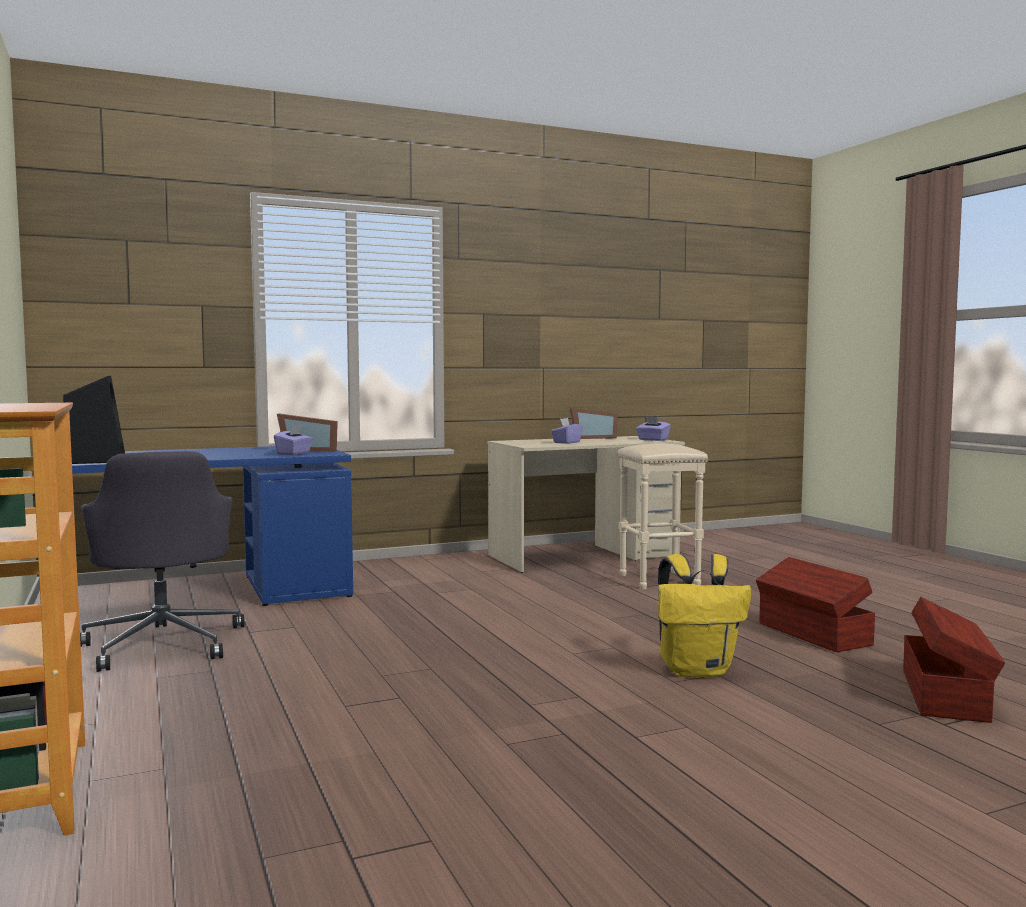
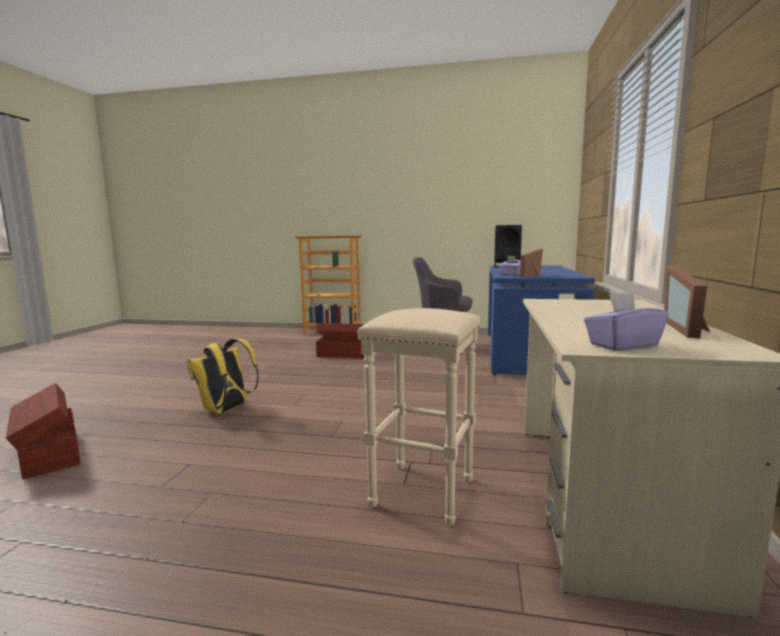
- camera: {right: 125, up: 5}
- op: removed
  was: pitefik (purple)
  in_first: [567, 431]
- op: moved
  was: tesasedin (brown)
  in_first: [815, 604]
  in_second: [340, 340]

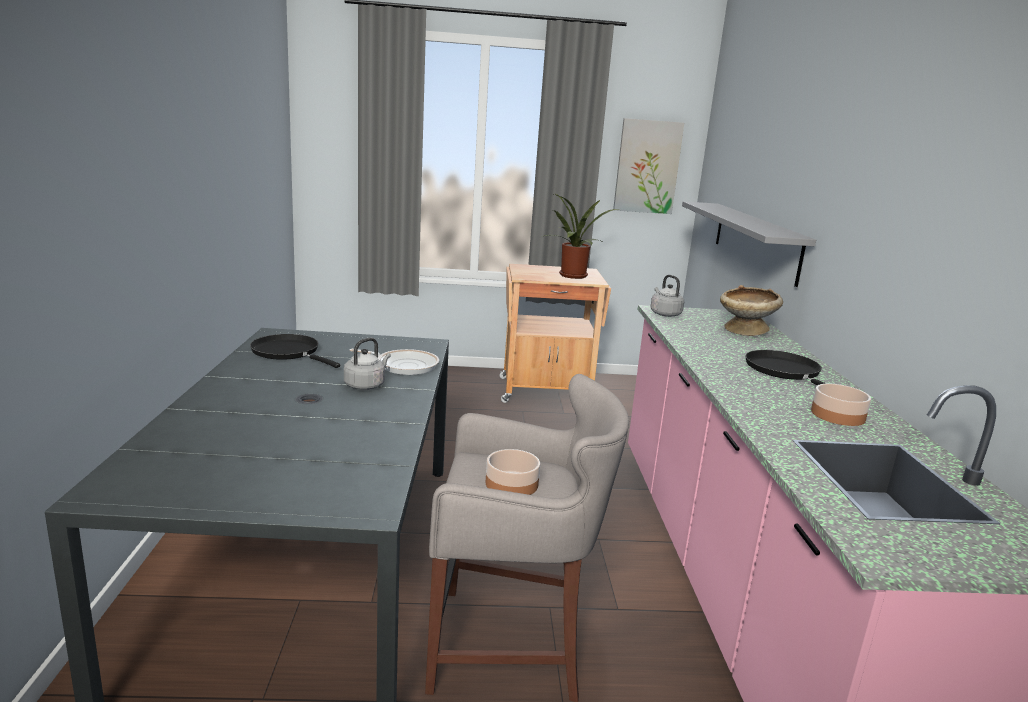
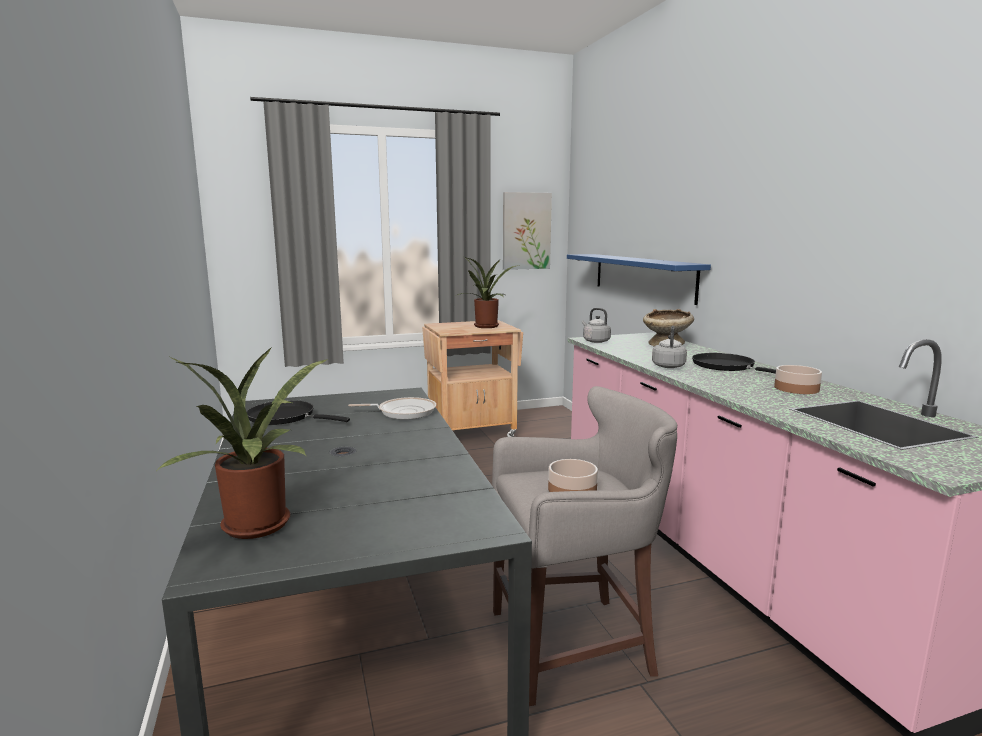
- camera: {right: -15, up: -5}
- op: added
  now: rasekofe
  in_second: [242, 443]
- op: moved
  was: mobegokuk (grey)
  in_first: [367, 364]
  in_second: [669, 347]
- op: recoloured
  was: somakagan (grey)
  now: somakagan (blue)
  in_first: [749, 244]
  in_second: [639, 279]

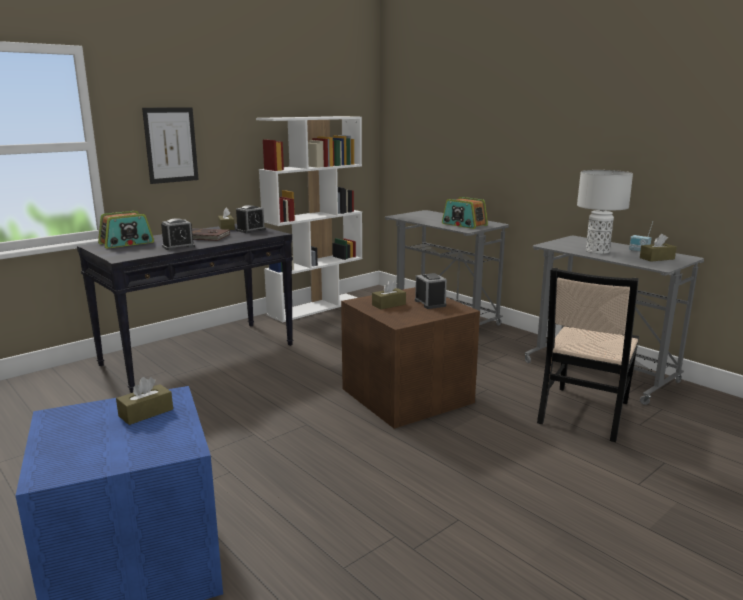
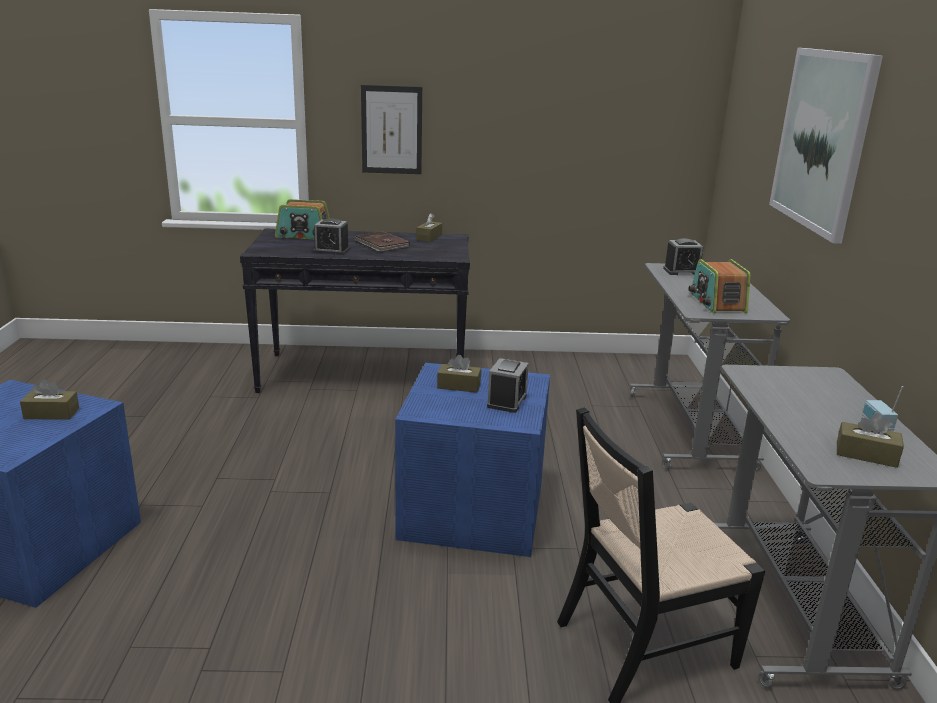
- camera: {right: 40, up: 5}
- op: removed
  was: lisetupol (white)
  in_first: [309, 219]
- op: removed
  was: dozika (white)
  in_first: [605, 212]
- op: added
  now: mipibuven
  in_second: [826, 146]
- op: moved
  was: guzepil
  in_first: [251, 219]
  in_second: [683, 256]
- op: recoloured
  was: tesasedin (brown)
  now: tesasedin (blue)
  in_first: [410, 358]
  in_second: [472, 460]

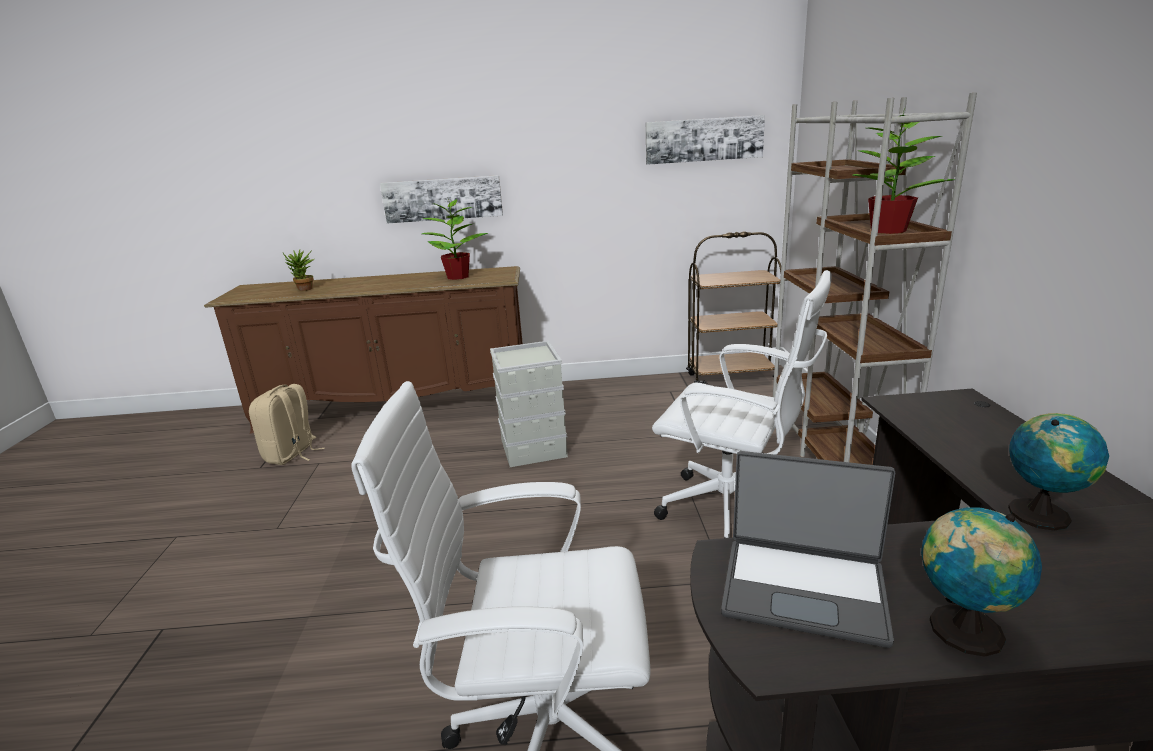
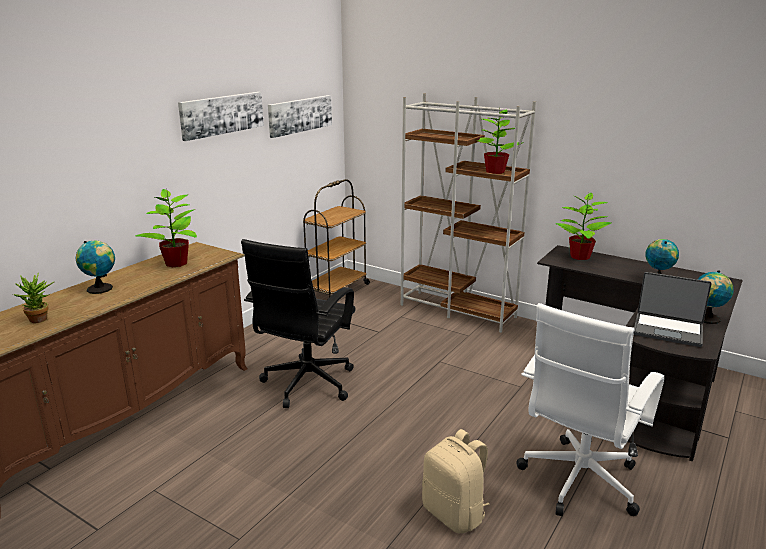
- camera: {right: -55, up: 0}
- op: removed
  was: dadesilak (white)
  in_first: [742, 404]
- op: added
  now: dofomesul
  in_second: [95, 267]
- op: added
  now: rasekofe
  in_second: [583, 226]
- op: moved
  was: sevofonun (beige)
  in_first: [287, 424]
  in_second: [456, 481]
- op: moved
  was: mipibuven
  in_first: [441, 199]
  in_second: [221, 116]
- op: replaced
  was: tesasedin (grey)
  now: dadesilak (black)
  in_first: [529, 404]
  in_second: [298, 323]
- op: turned
  was: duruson
  in_first: [808, 549]
  in_second: [672, 309]
  clockwise: 60

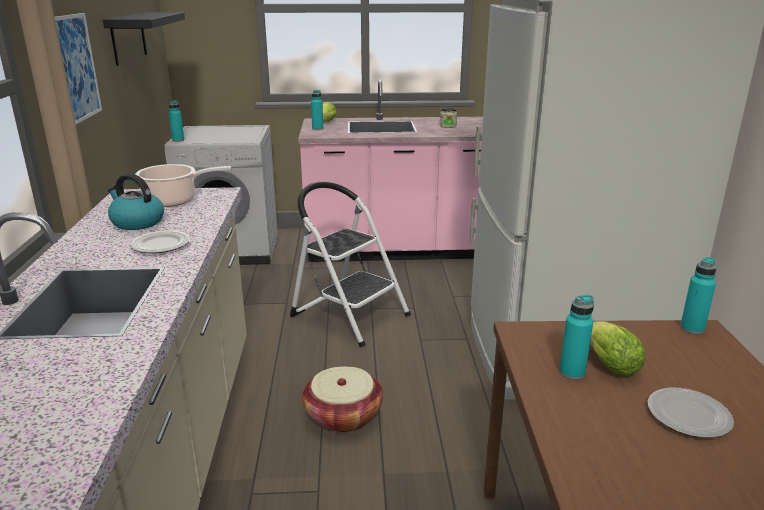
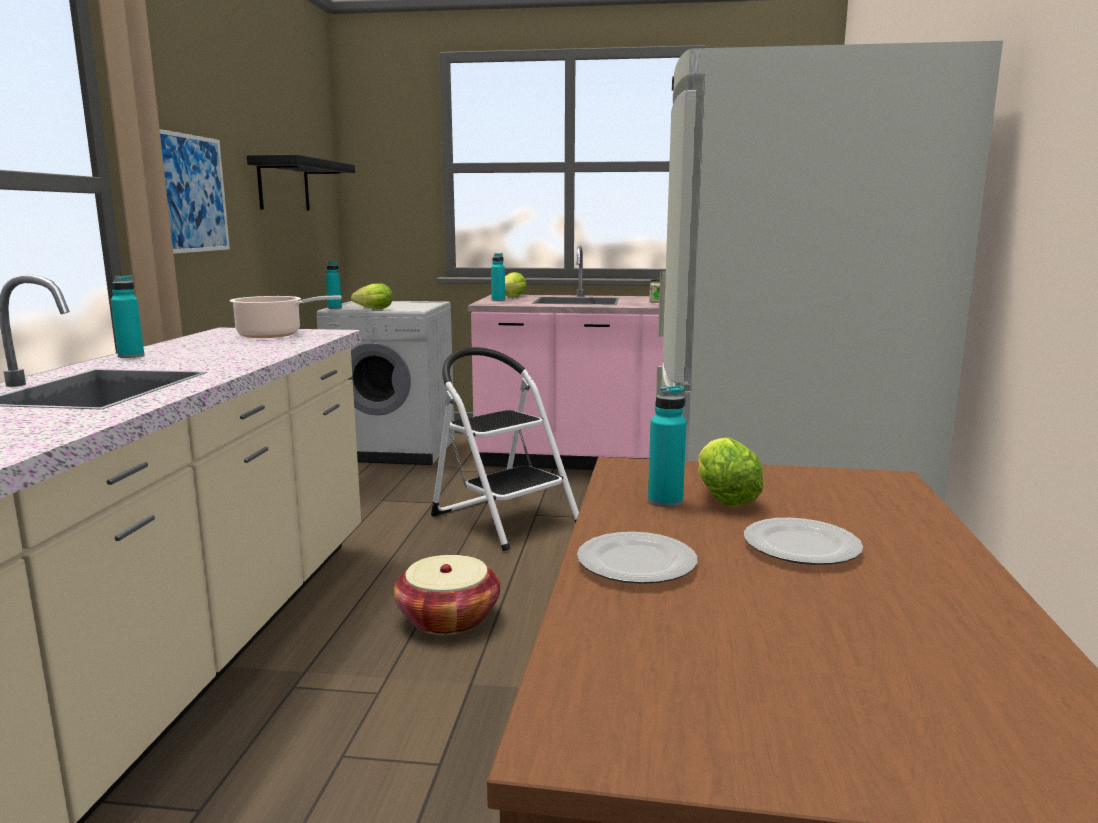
- camera: {right: 10, up: -10}
- op: removed
  was: mobegokuk
  in_first: [136, 202]
- op: added
  now: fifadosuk
  in_second: [372, 296]
- op: moved
  was: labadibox
  in_first: [160, 242]
  in_second: [637, 558]
- op: moved
  was: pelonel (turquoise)
  in_first: [698, 295]
  in_second: [127, 316]

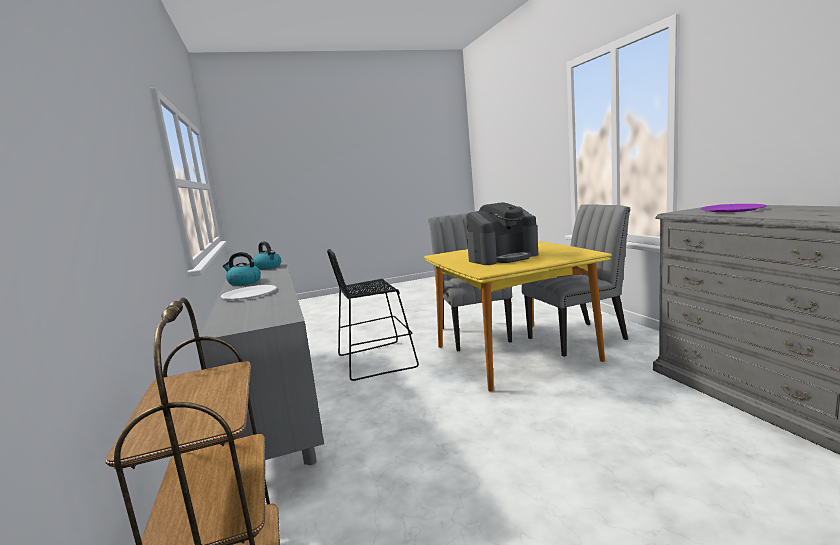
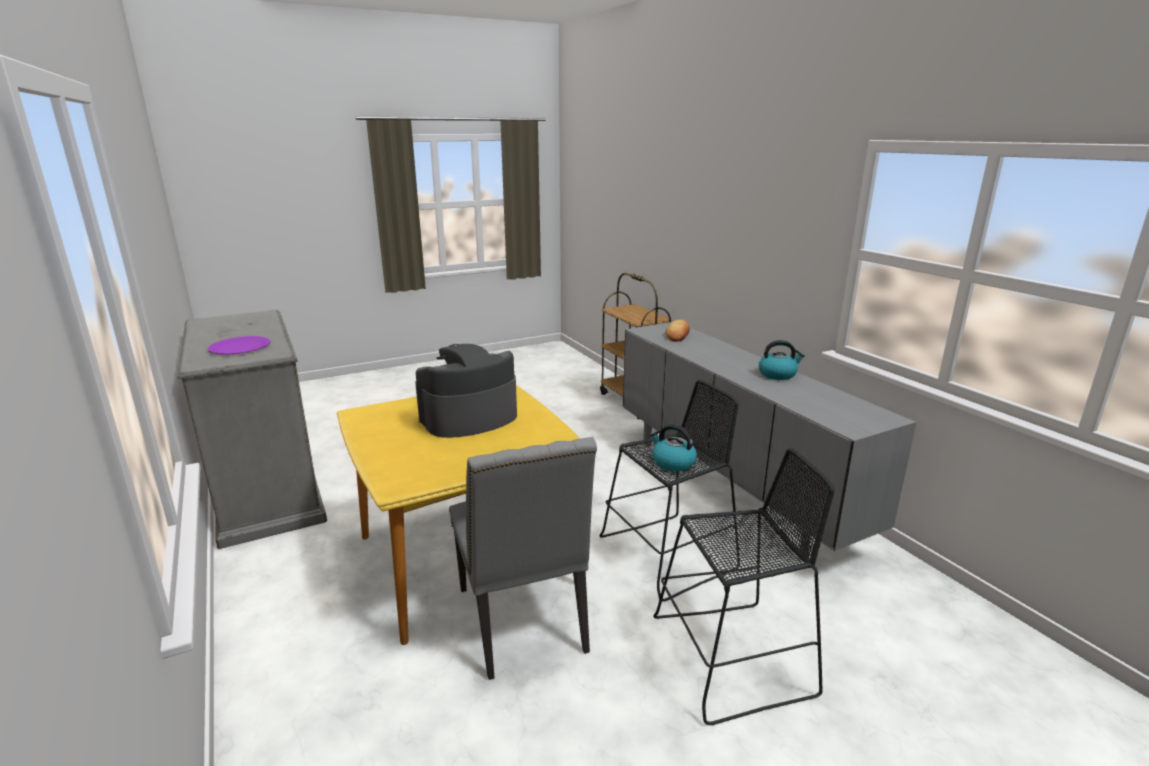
- camera: {right: 170, up: 10}
- op: removed
  was: labadibox (white)
  in_first: [249, 292]
- op: removed
  was: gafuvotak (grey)
  in_first: [576, 280]
- op: added
  now: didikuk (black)
  in_second: [743, 586]
- op: added
  now: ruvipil
  in_second: [678, 331]
- op: moved
  was: mobegokuk
  in_first: [267, 255]
  in_second: [673, 448]

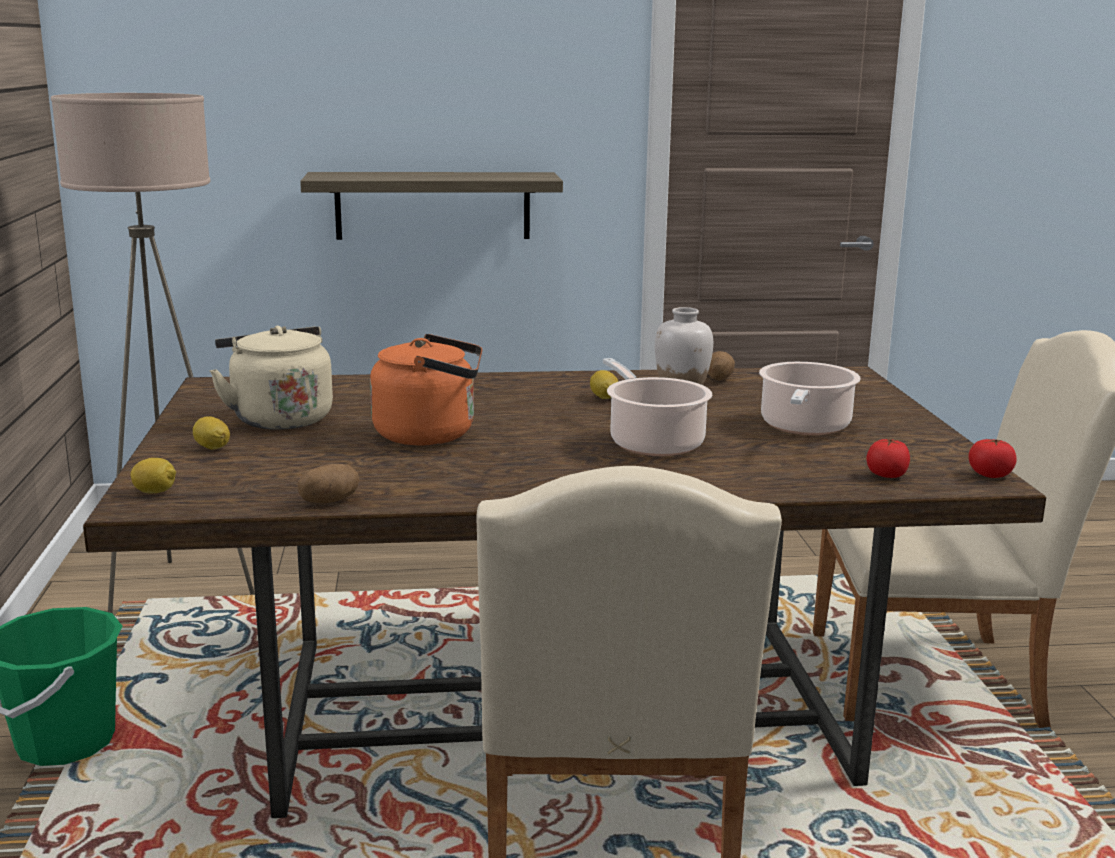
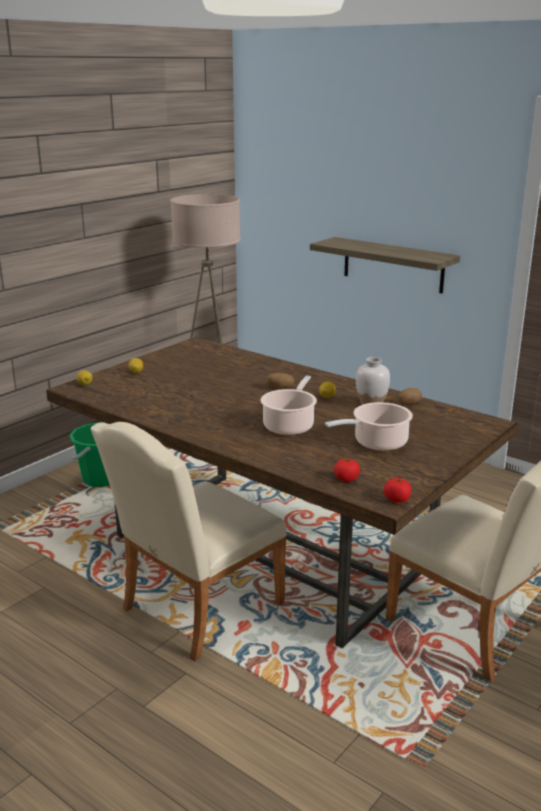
- camera: {right: 45, up: 5}
- op: removed
  was: mobegokuk (beige)
  in_first: [271, 378]
- op: removed
  was: mobegokuk (orange)
  in_first: [426, 389]
- op: moved
  was: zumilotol
  in_first: [328, 484]
  in_second: [280, 381]

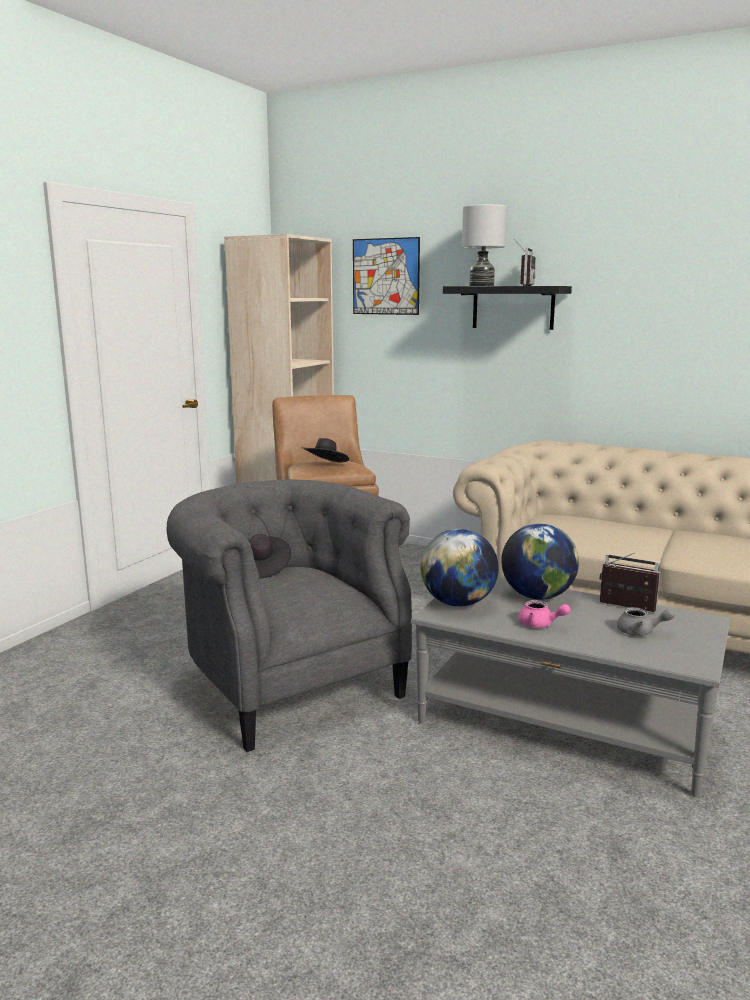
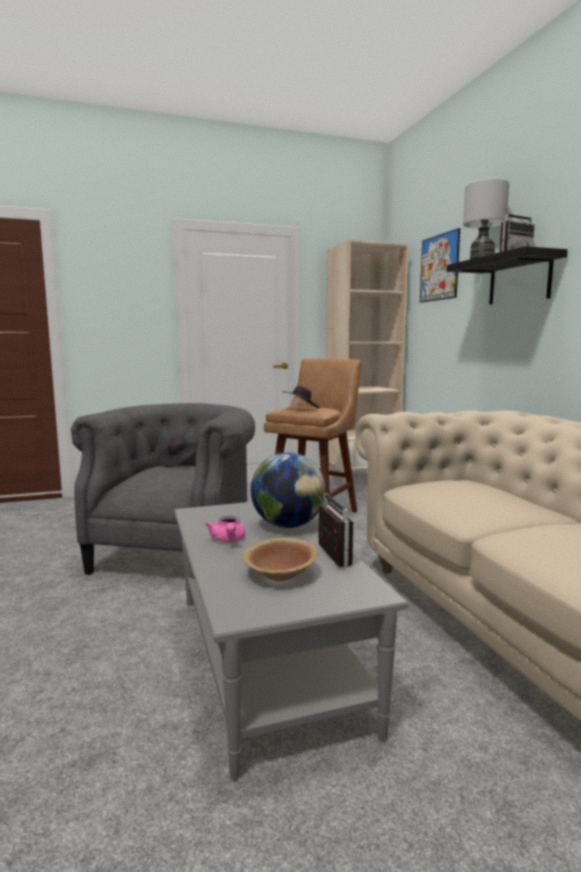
- camera: {right: 45, up: -5}
- op: removed
  was: dofomesul
  in_first: [460, 568]
- op: replaced
  was: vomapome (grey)
  now: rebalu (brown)
  in_first: [646, 621]
  in_second: [280, 559]

